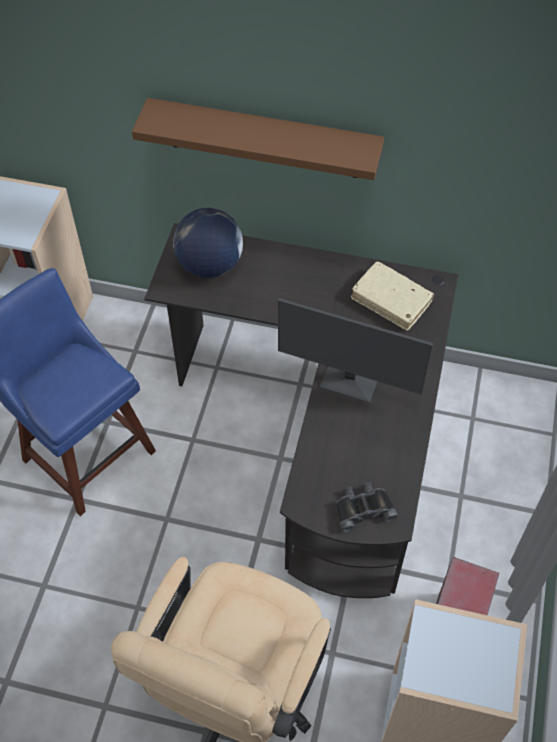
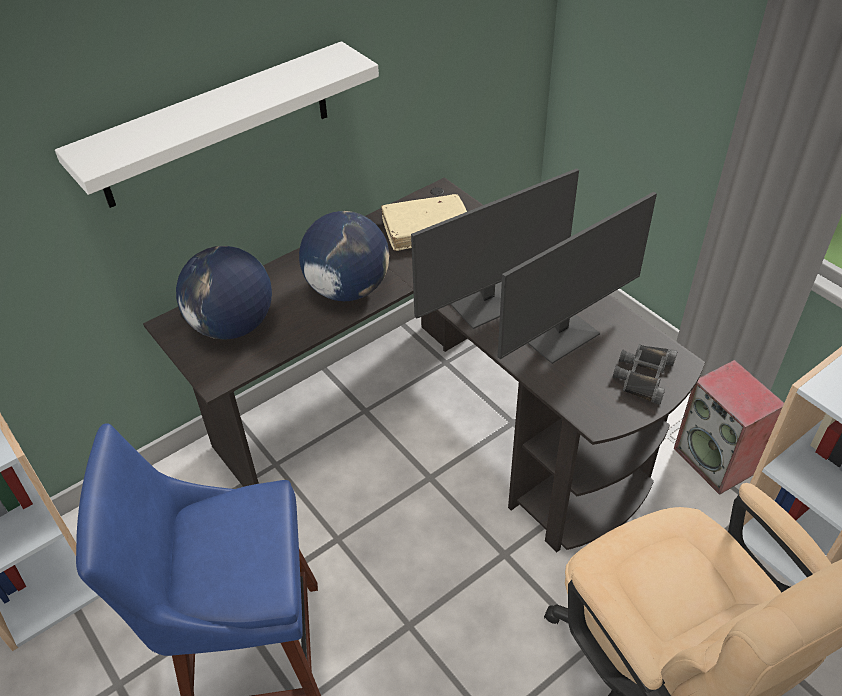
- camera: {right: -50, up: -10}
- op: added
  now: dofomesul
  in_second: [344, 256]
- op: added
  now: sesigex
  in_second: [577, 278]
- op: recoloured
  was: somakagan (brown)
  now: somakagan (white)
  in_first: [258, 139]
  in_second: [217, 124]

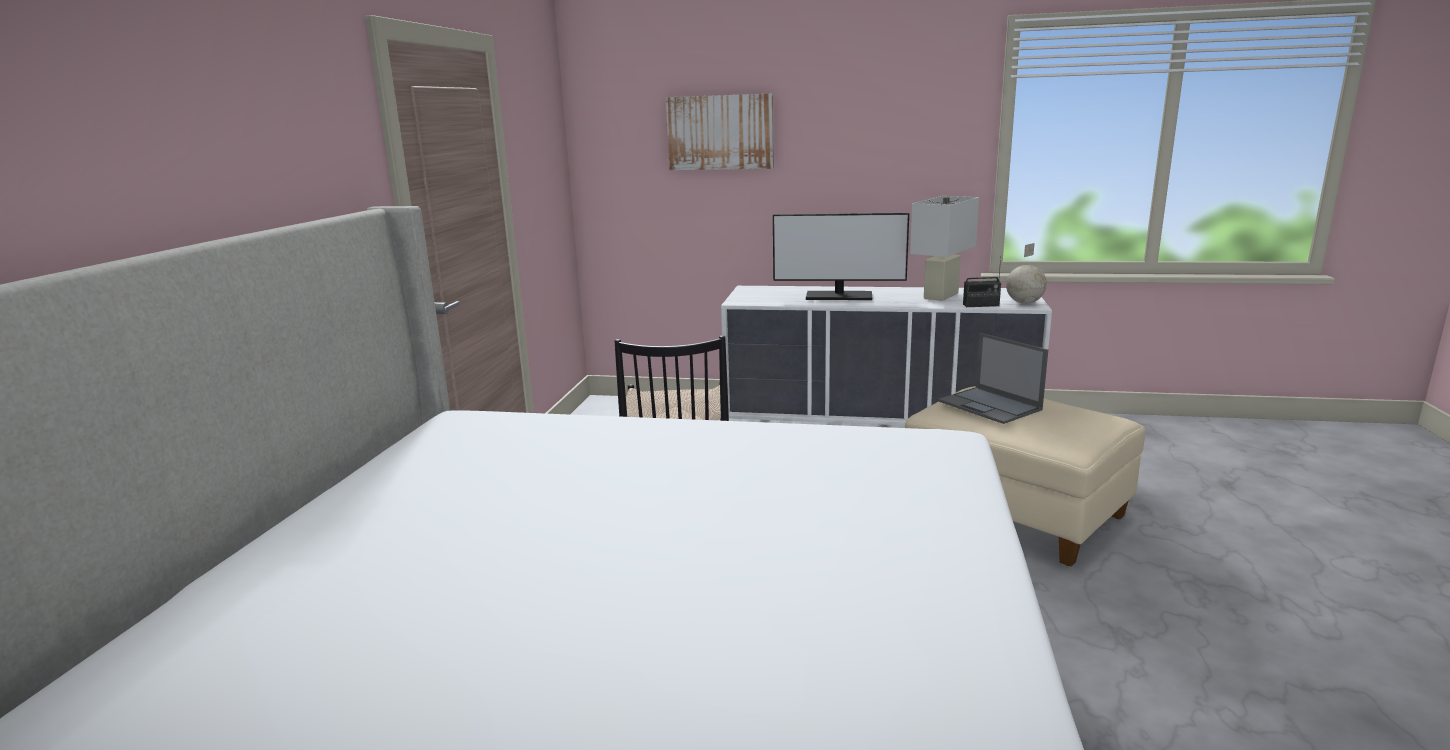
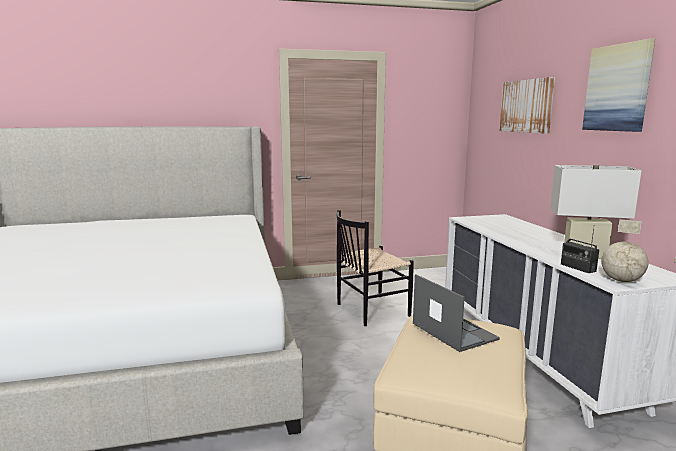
- camera: {right: 65, up: -5}
- op: removed
  was: sesigex
  in_first: [841, 256]
- op: added
  now: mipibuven
  in_second: [618, 85]
- op: turned
  was: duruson
  in_first: [993, 378]
  in_second: [456, 313]
  clockwise: 120

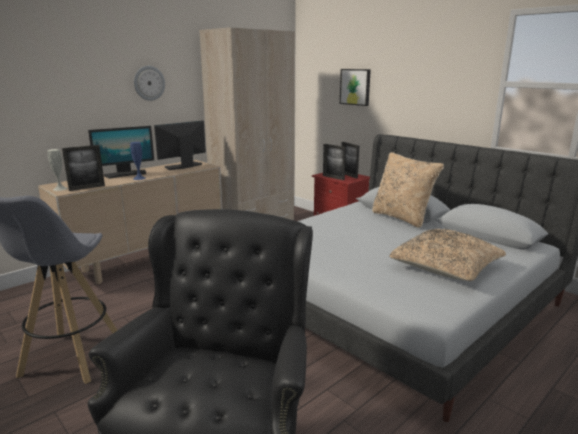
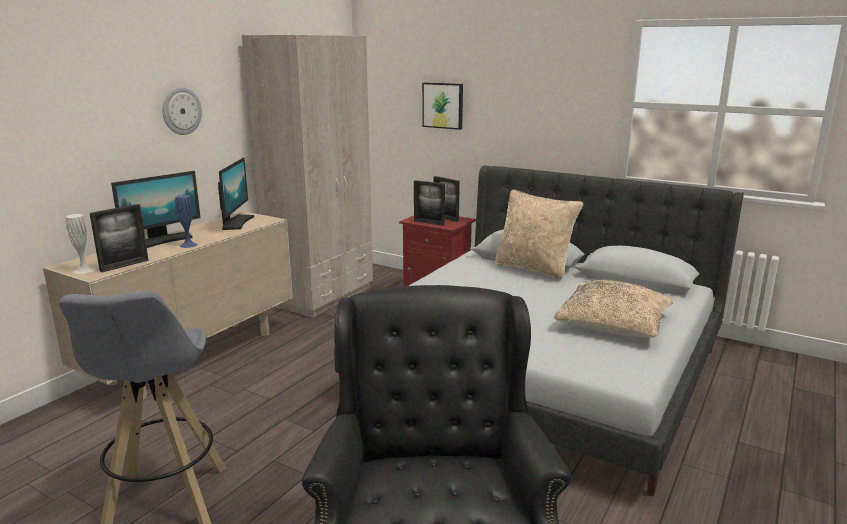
- camera: {right: -15, up: 0}
- op: turned
  was: sesigex
  in_first: [180, 145]
  in_second: [236, 194]
  clockwise: 150

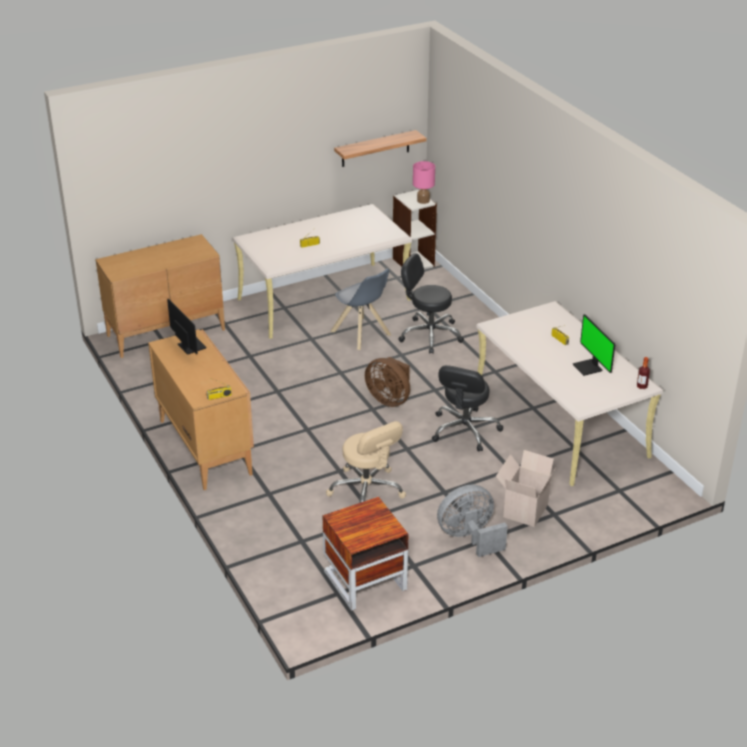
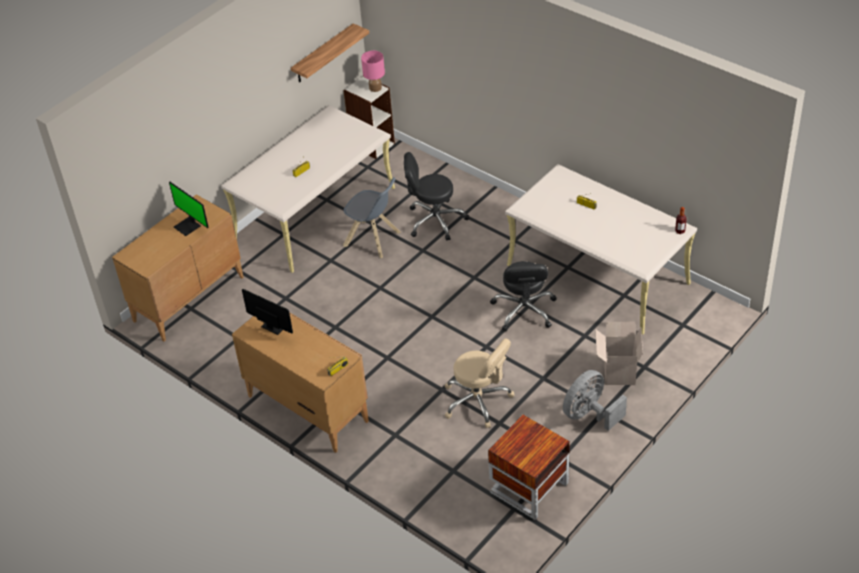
- camera: {right: -20, up: 10}
- op: removed
  was: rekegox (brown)
  in_first: [387, 382]
- op: moved
  was: sesigex
  in_first: [594, 345]
  in_second: [188, 209]

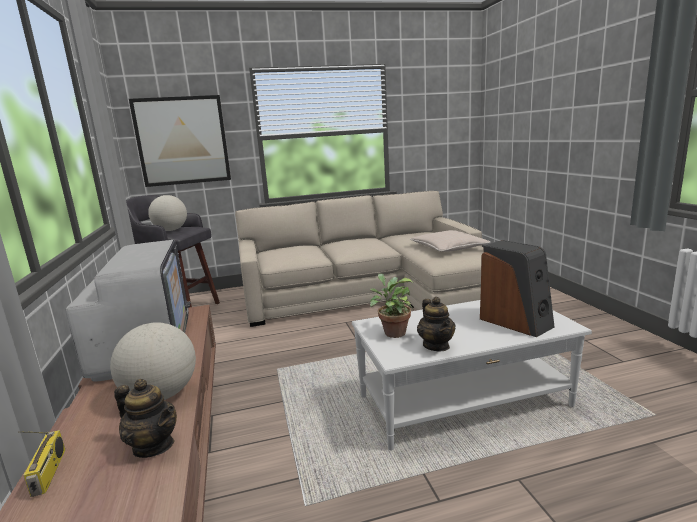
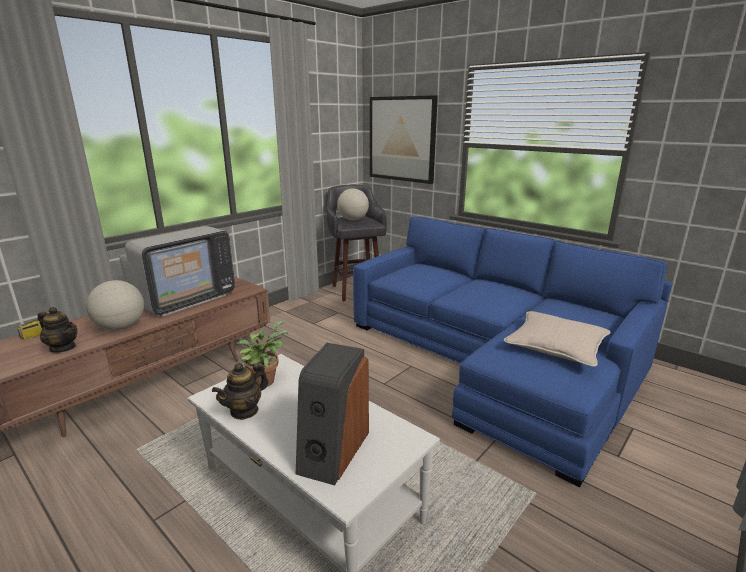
- camera: {right: 55, up: 5}
- op: recoloured
  was: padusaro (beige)
  now: padusaro (blue)
  in_first: [359, 259]
  in_second: [513, 352]
- op: turned
  was: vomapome
  in_first: [145, 418]
  in_second: [58, 330]
  clockwise: -60

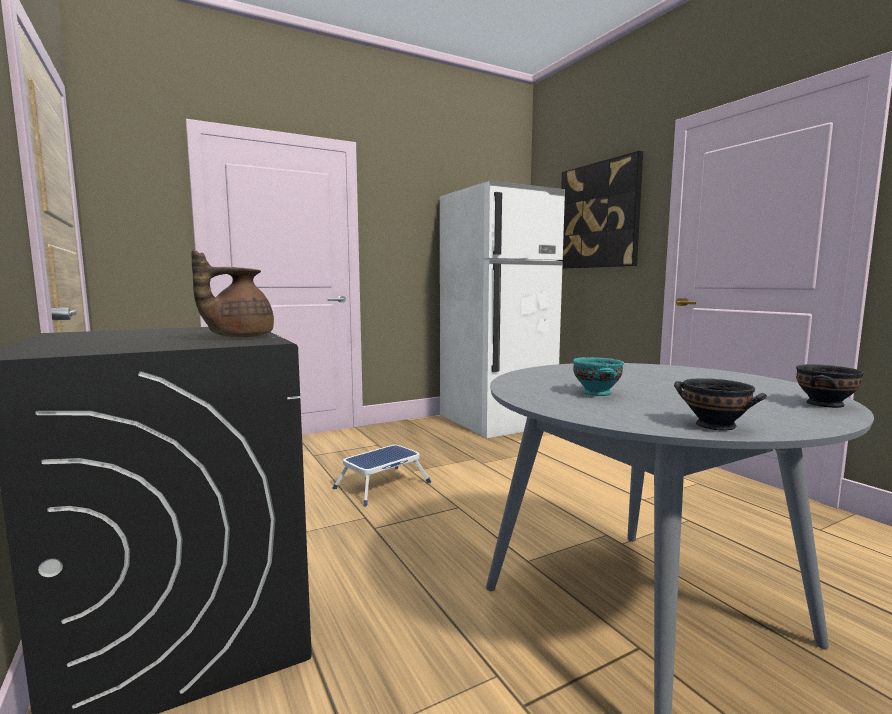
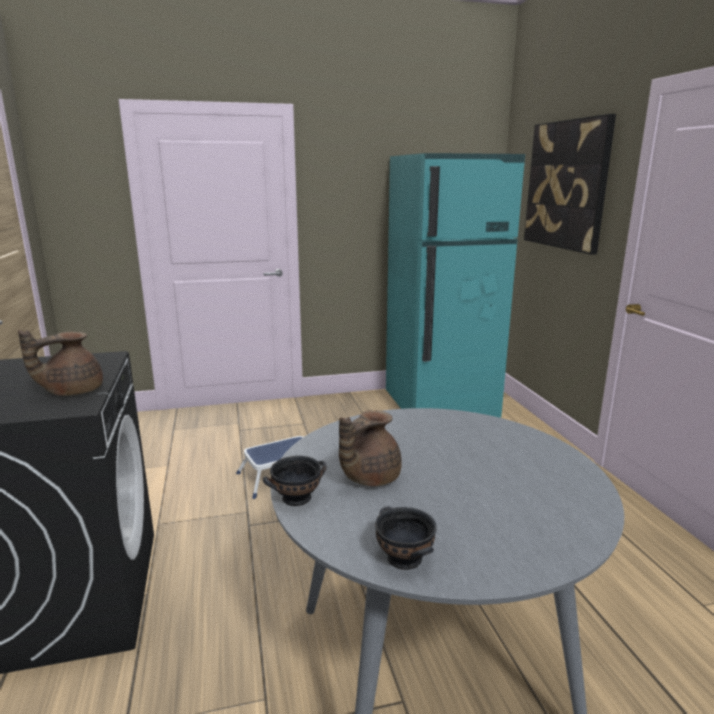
- camera: {right: 15, up: 10}
- op: moved
  was: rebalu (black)
  in_first: [830, 386]
  in_second: [294, 481]
- op: replaced
  was: rebalu (turquoise)
  now: vomapome (brown)
  in_first: [598, 376]
  in_second: [370, 448]
- op: recoloured
  was: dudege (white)
  now: dudege (turquoise)
  in_first: [502, 309]
  in_second: [455, 285]

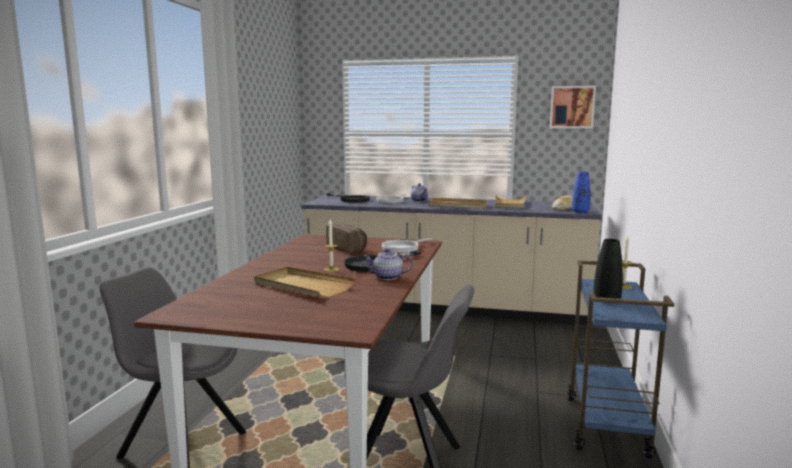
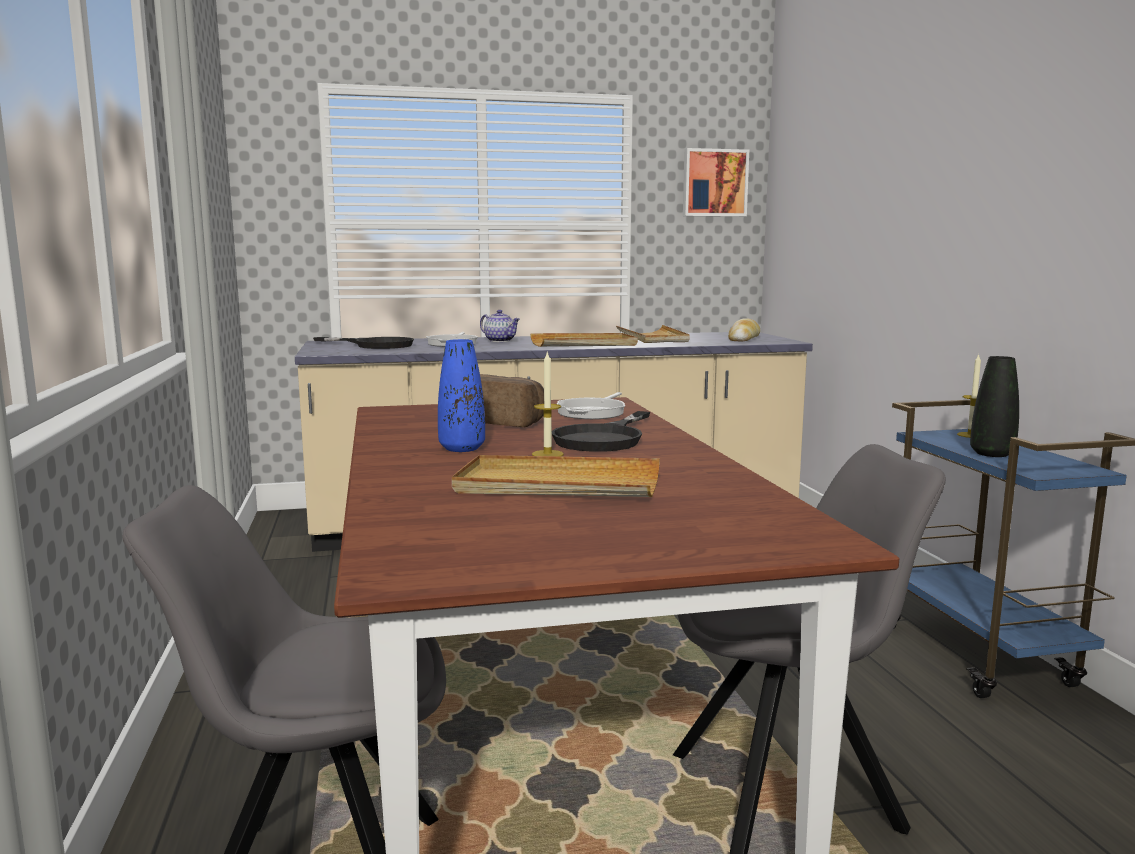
- camera: {right: -25, up: 0}
- op: removed
  was: vomapome
  in_first: [388, 264]
- op: moved
  was: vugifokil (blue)
  in_first: [581, 192]
  in_second: [461, 395]

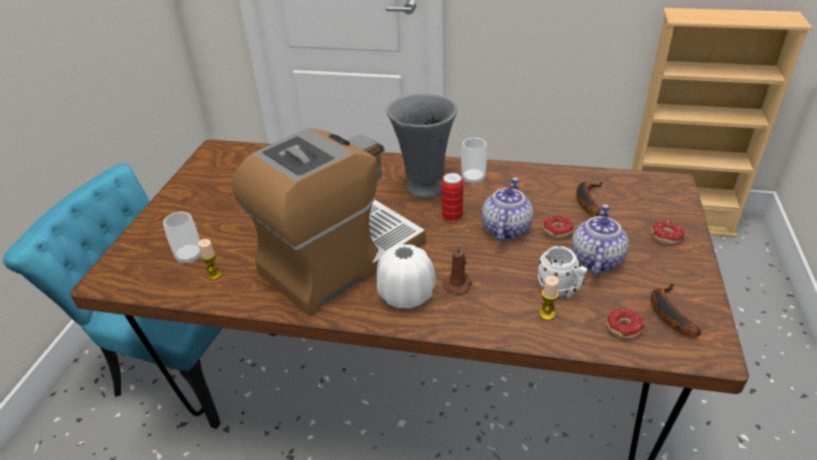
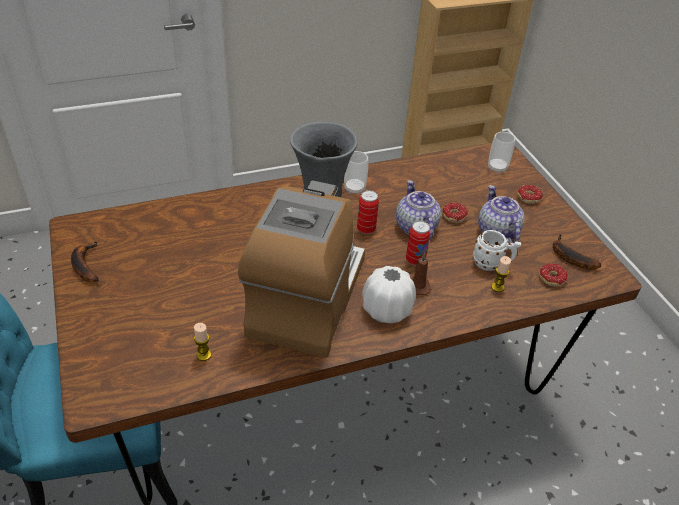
- camera: {right: -35, up: 5}
- op: added
  now: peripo
  in_second: [418, 243]
- op: moved
  was: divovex
  in_first: [182, 237]
  in_second: [502, 152]
- op: moved
  was: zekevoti
  in_first: [589, 199]
  in_second: [84, 262]

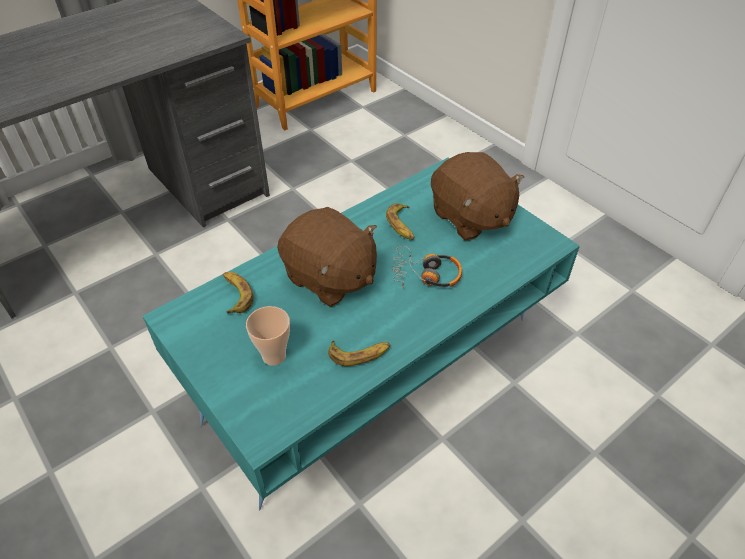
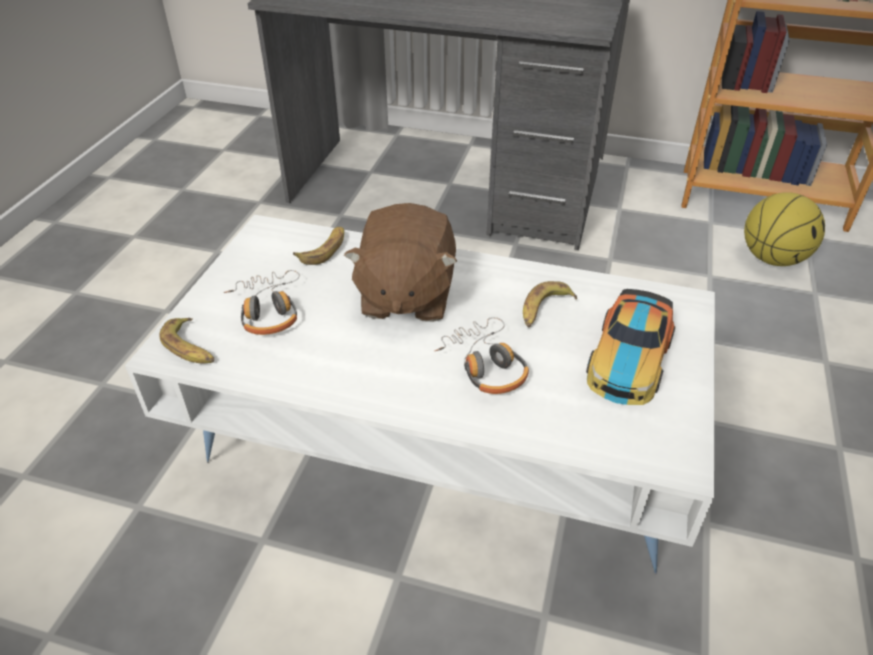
- camera: {right: 55, up: -5}
- op: added
  now: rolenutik
  in_second: [784, 229]
- op: moved
  was: zekevoti
  in_first: [359, 353]
  in_second: [187, 341]
- op: replaced
  was: divovex
  now: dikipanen
  in_first: [268, 336]
  in_second: [262, 302]
- op: replaced
  was: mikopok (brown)
  now: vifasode
  in_first: [477, 196]
  in_second: [630, 347]
- op: recoloured
  was: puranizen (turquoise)
  now: puranizen (white)
  in_first: [361, 334]
  in_second: [420, 394]

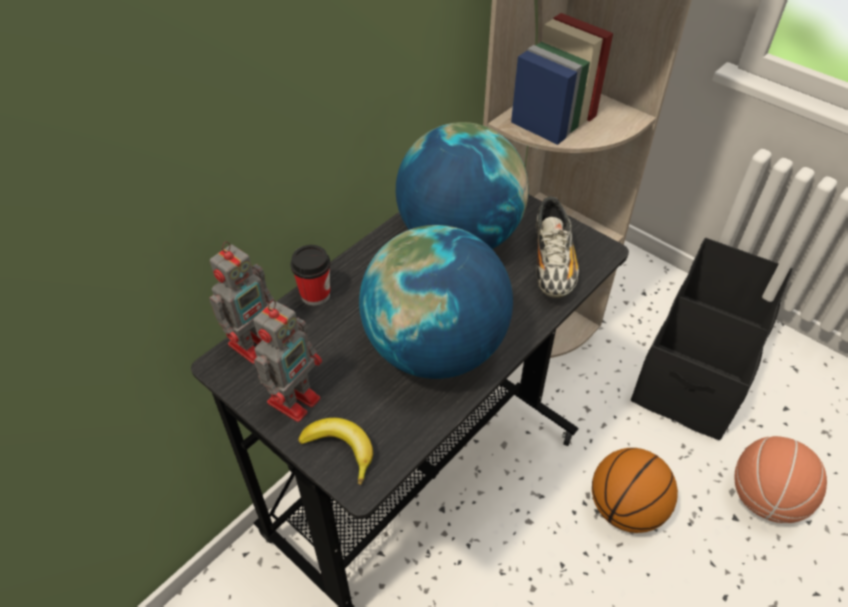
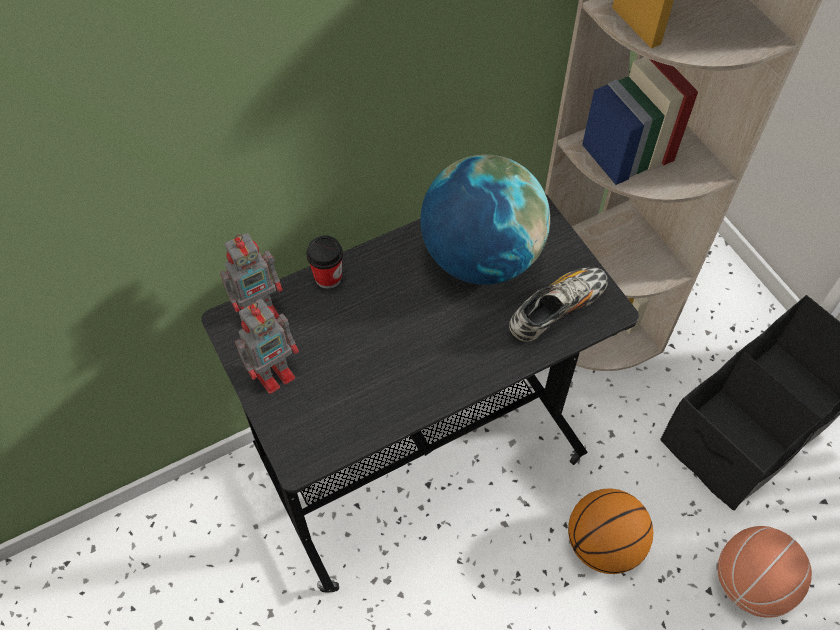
- camera: {right: 20, up: 10}
- op: removed
  was: zekevoti
  in_first: [335, 451]
- op: removed
  was: dofomesul
  in_first: [436, 302]
- op: turned
  was: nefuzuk
  in_first: [557, 247]
  in_second: [558, 304]
  clockwise: -150

